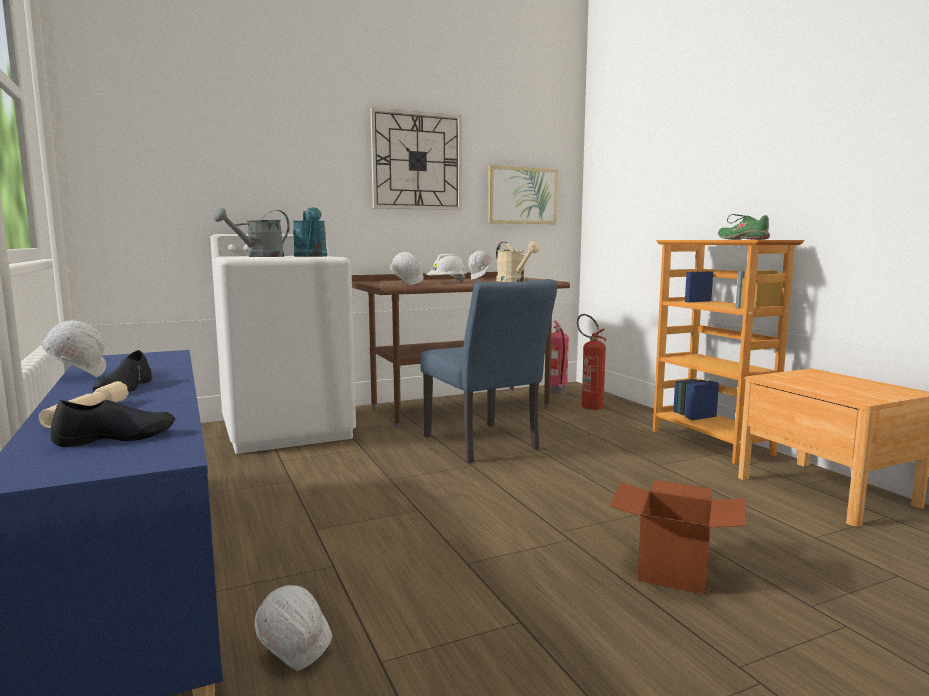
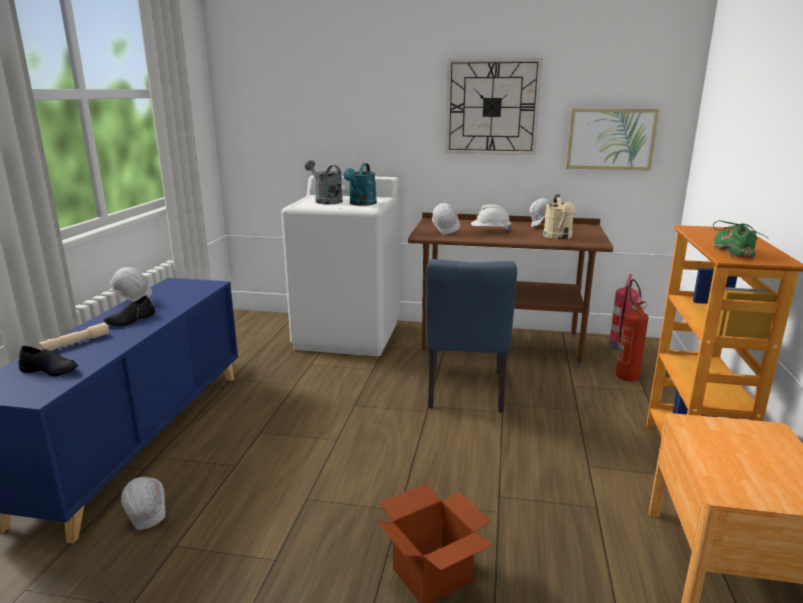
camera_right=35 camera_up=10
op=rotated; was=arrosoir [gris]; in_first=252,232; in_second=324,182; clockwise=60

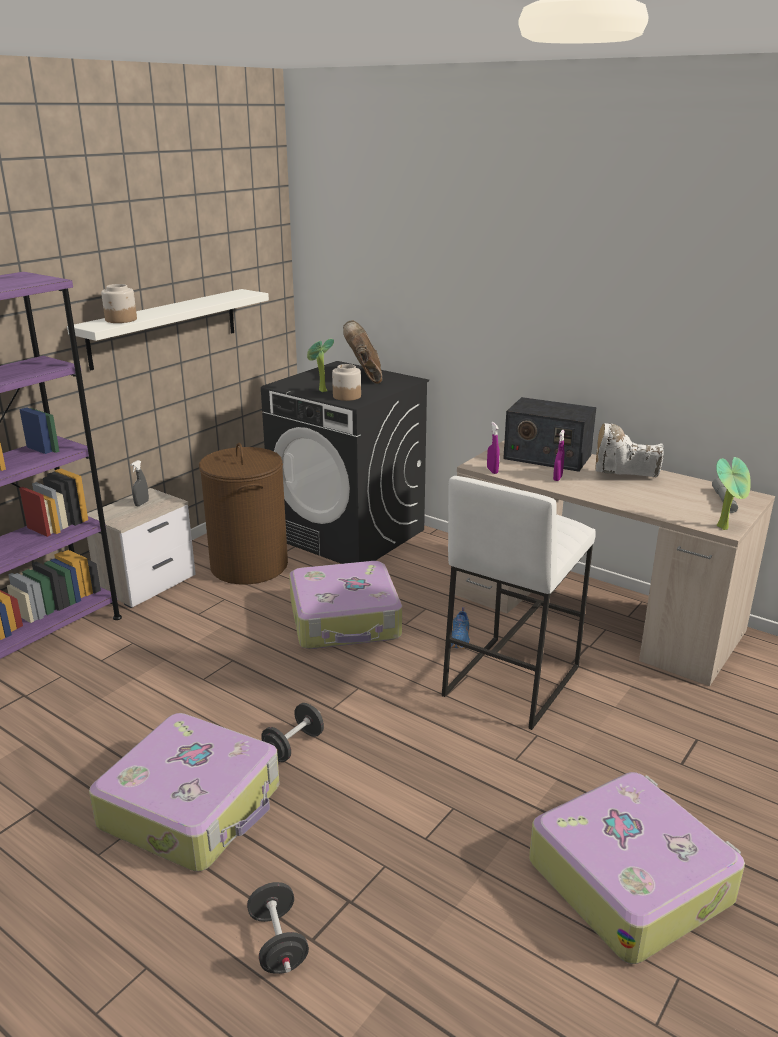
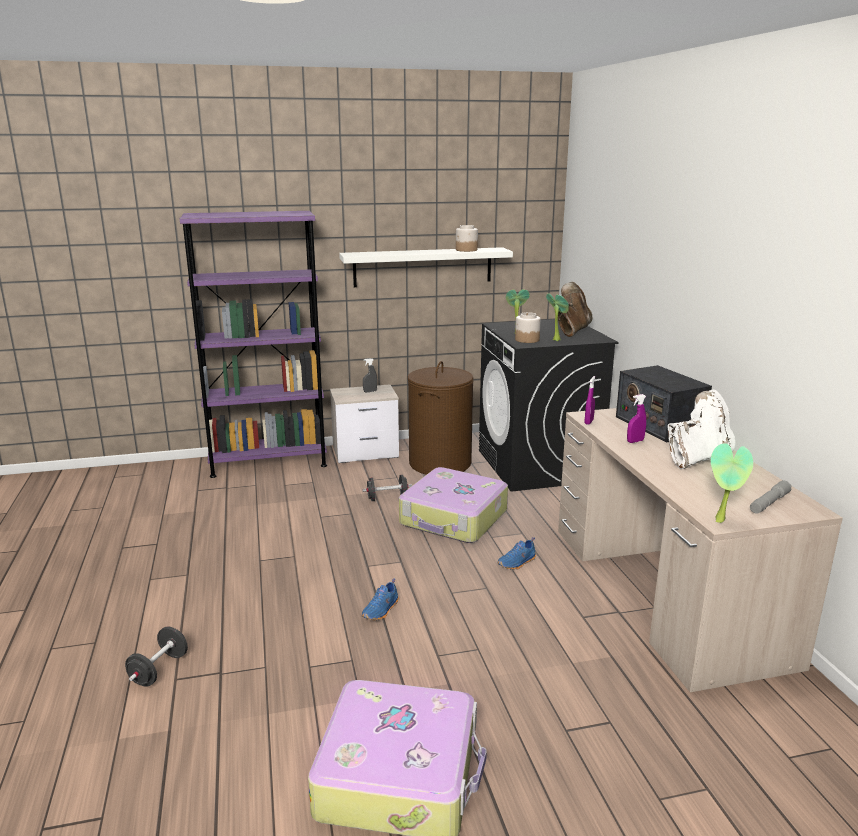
camera_right=40 camera_up=-5
op=gone; was=valise; in_first=184,792
op=shifted; was=bocal; in_first=119,303; in_second=467,238
op=shifted; was=haltère [noir]; in_first=292,732; in_second=387,488
op=gone; was=tabouret [blanc]; in_first=519,603
op=rotated; was=botte [blanc]; in_first=629,450; in_second=701,429; clockwise=105
op=new; now=chaussure [bleu]; in_second=380,599
op=new; now=plante en pot; in_second=557,317

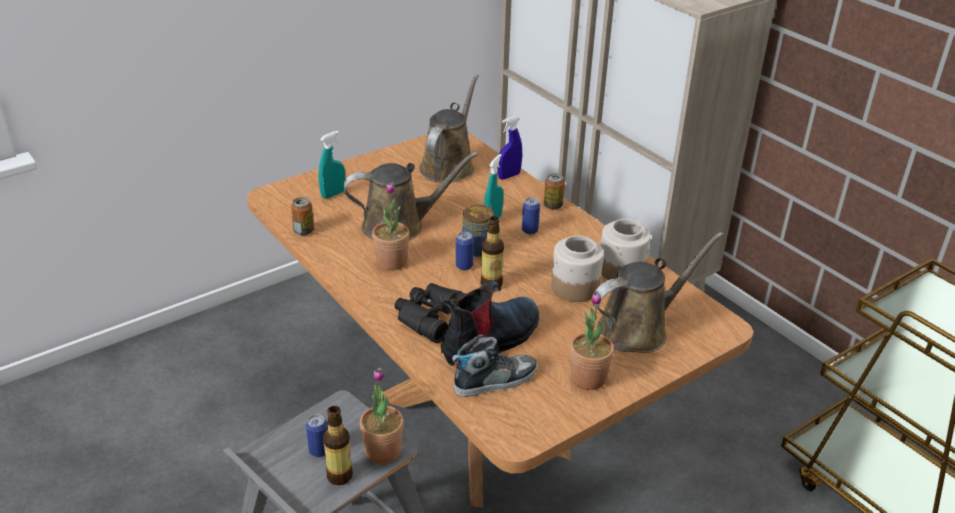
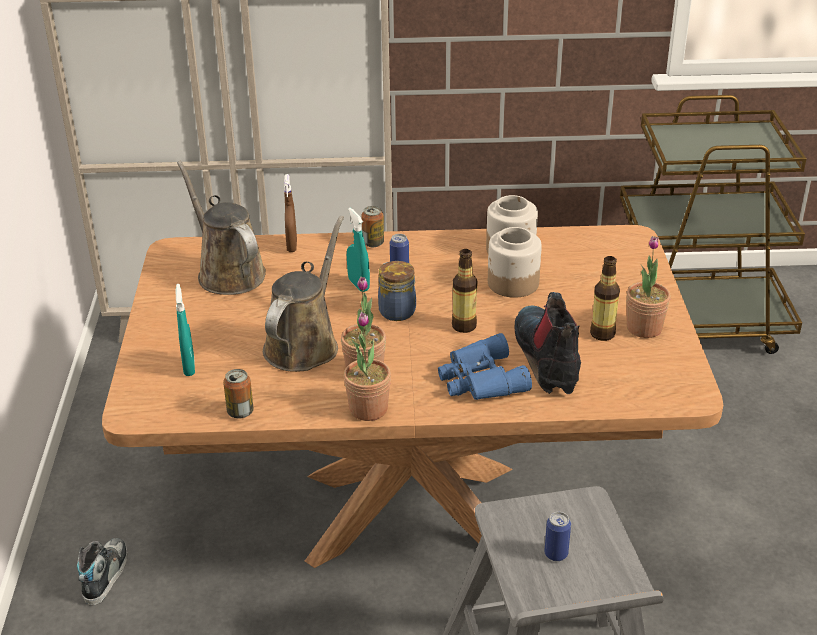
camera_right=-55 camera_up=0
op=shifted; was=bouteille; in_first=338,445; in_second=605,298
op=shifted; was=plante en pot; in_first=382,416; in_second=367,366
op=repainted; was=jumelles [noir]; now=jumelles [bleu]; in_first=430,313; in_second=485,366
op=shifted; was=chaussure; in_first=494,365; in_second=102,572
op=gone; was=boîte métallique; in_first=465,251
op=repainted; was=vaporisateur [bleu]; now=vaporisateur [marron]; in_first=510,148; in_second=290,213
op=gone; was=arrosoir [marron]; in_first=658,292

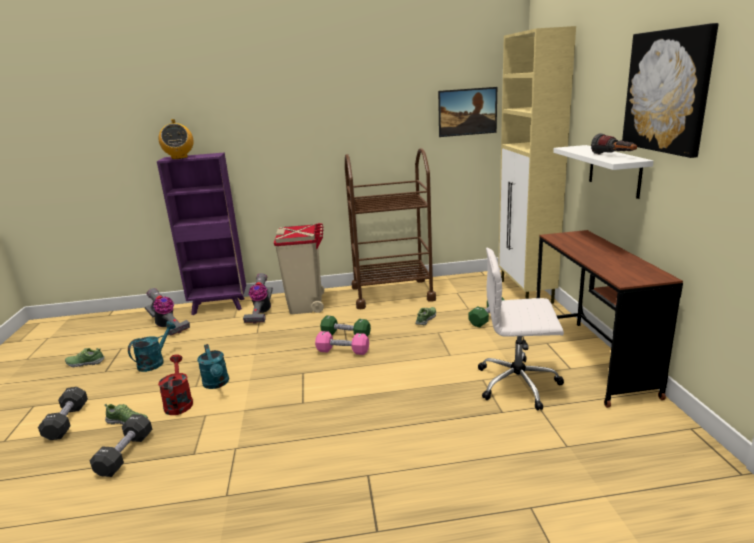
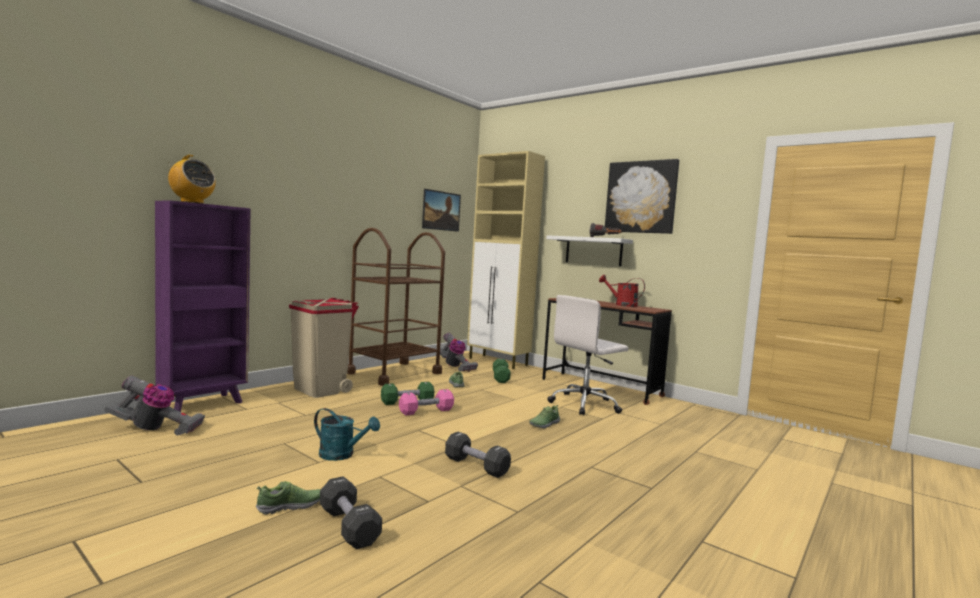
camera_right=-45 camera_up=-15
op=shifted; was=haltère [noir]; in_first=63,413; in_second=478,455
op=shifted; was=chaussure; in_first=85,357; in_second=544,416
op=gone; was=arrosoir [turquoise]; in_first=152,346
op=shifted; was=arrosoir [rouge]; in_first=175,385; in_second=622,291
op=shifted; was=aspirateur; in_first=258,298; in_second=459,352

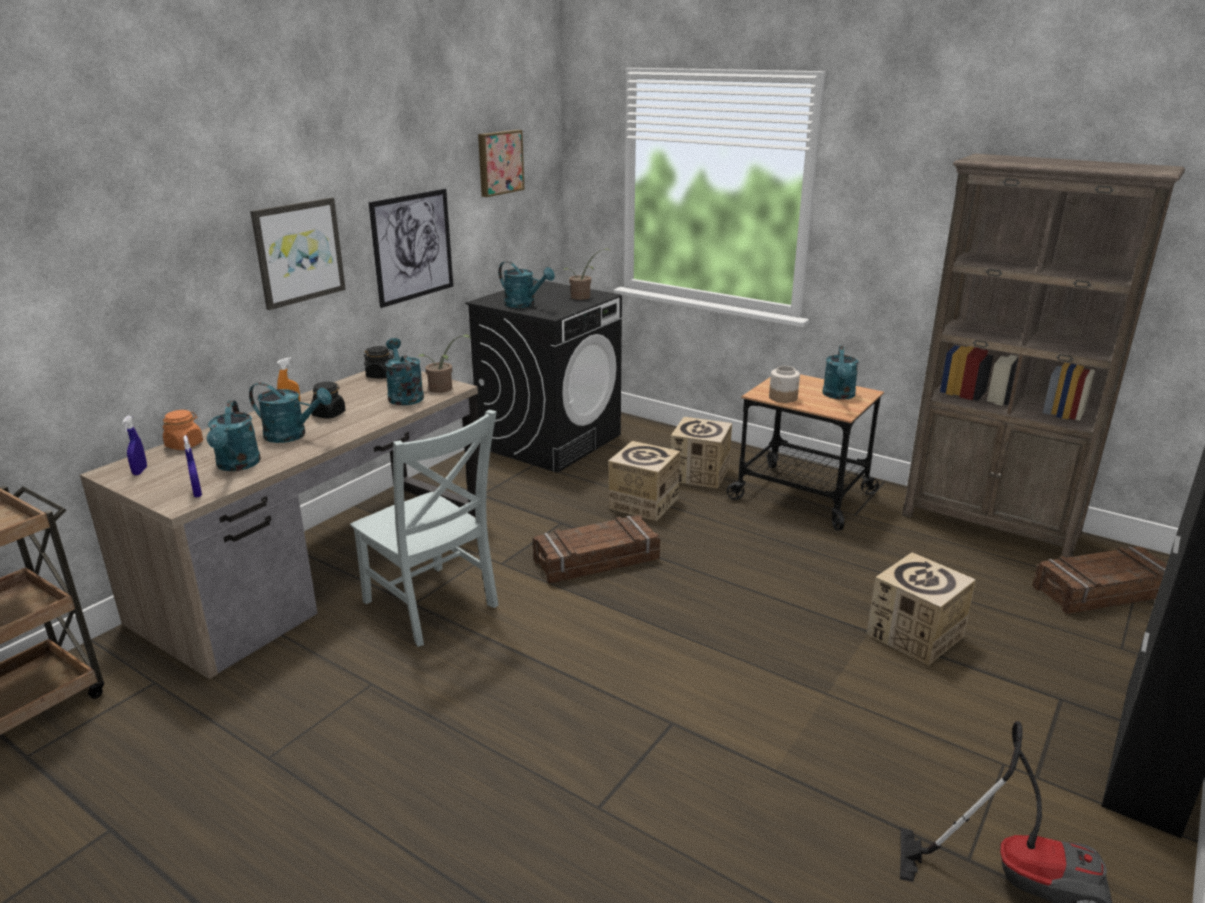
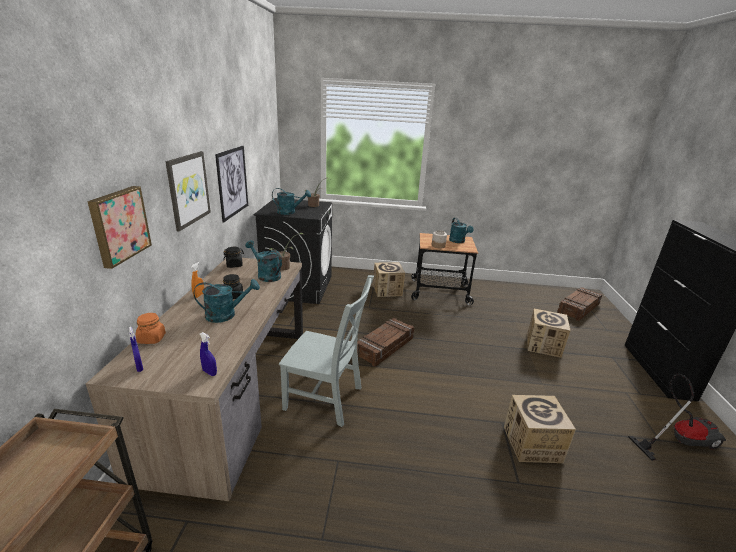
camera_right=-30 camera_up=0
op=gone; was=arrosoir [turquoise]; in_first=234,435
op=shifted; was=tableau; in_first=501,163; in_second=119,227
op=shifted; was=carton; in_first=644,481; in_second=540,429
op=gone; was=bibliothèque [marron]; in_first=1043,356

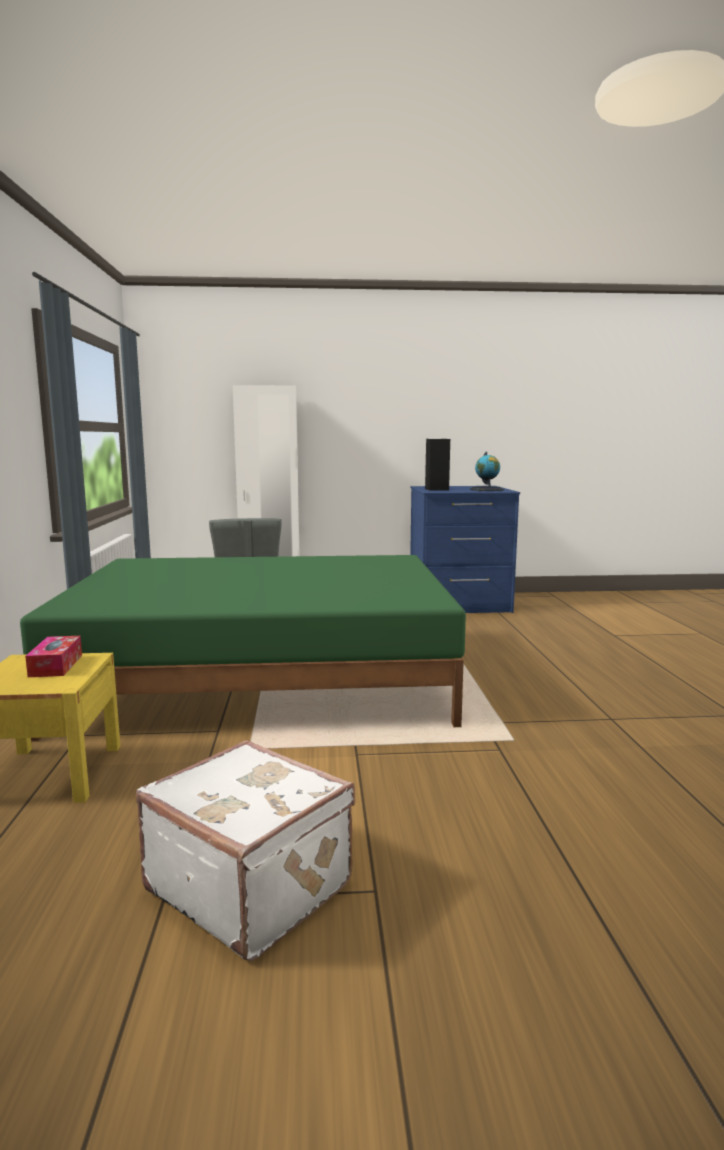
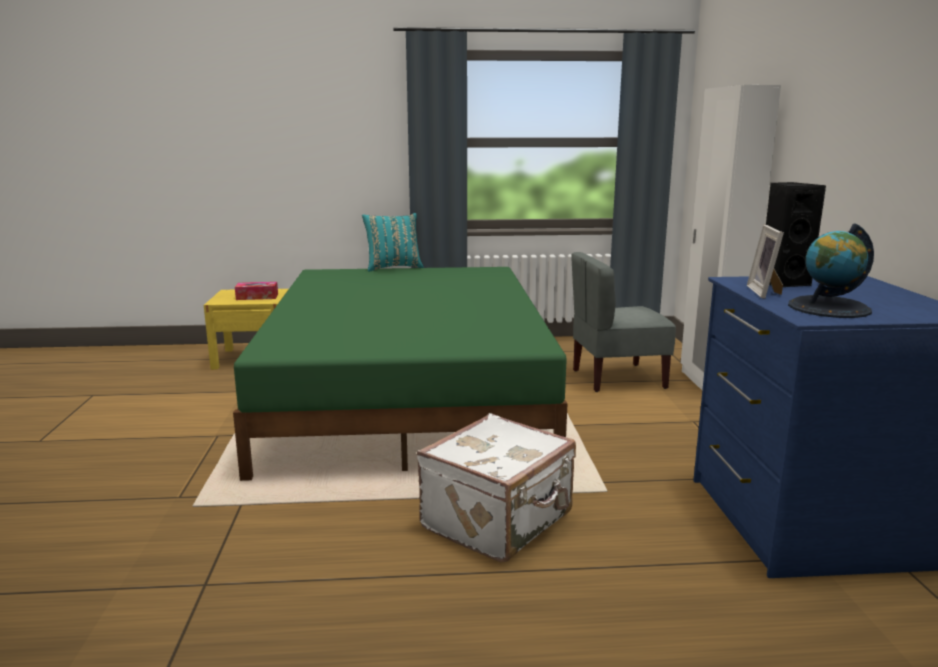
camera_right=90 camera_up=5
op=shifted; was=valise [blanc]; in_first=246,850; in_second=496,487
op=new; now=coussin [turquoise]; in_second=393,242
op=new; now=cadre photo; in_second=765,262

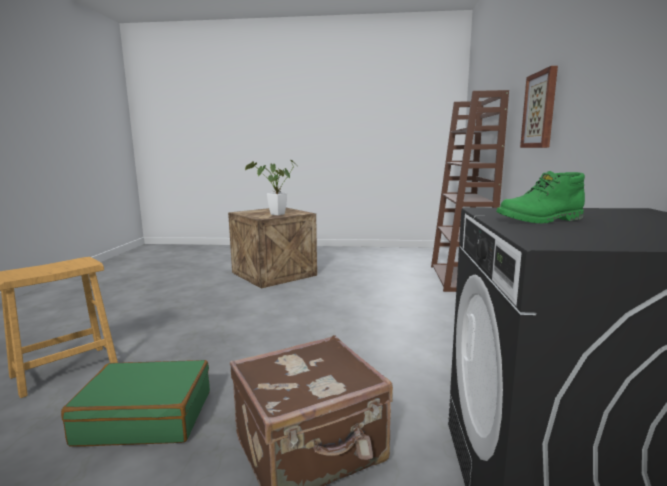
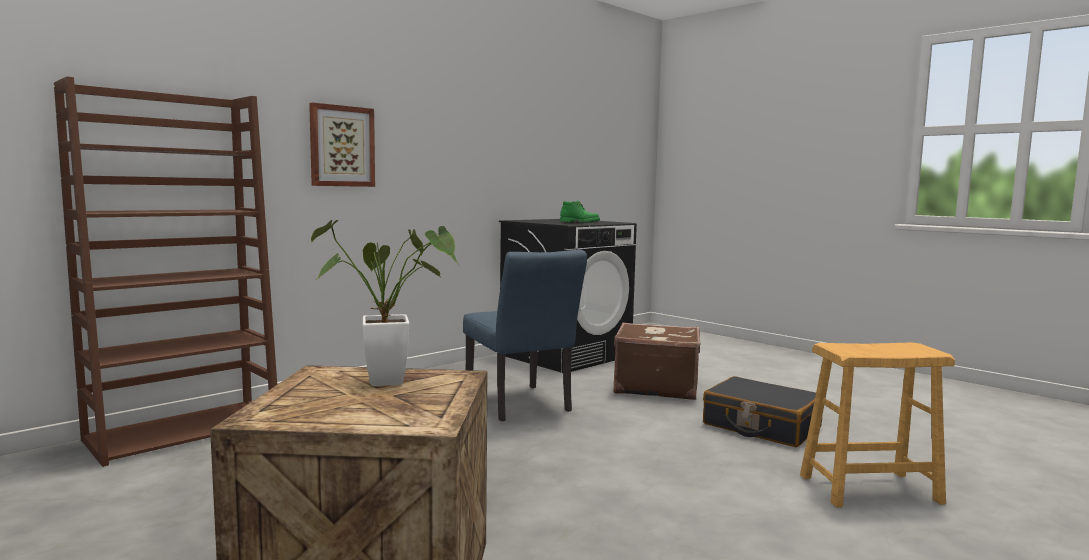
camera_right=-140 camera_up=-5
op=repainted; was=valise [vert]; now=valise [noir]; in_first=135,403; in_second=762,411
op=new; now=chaise [bleu]; in_second=525,335

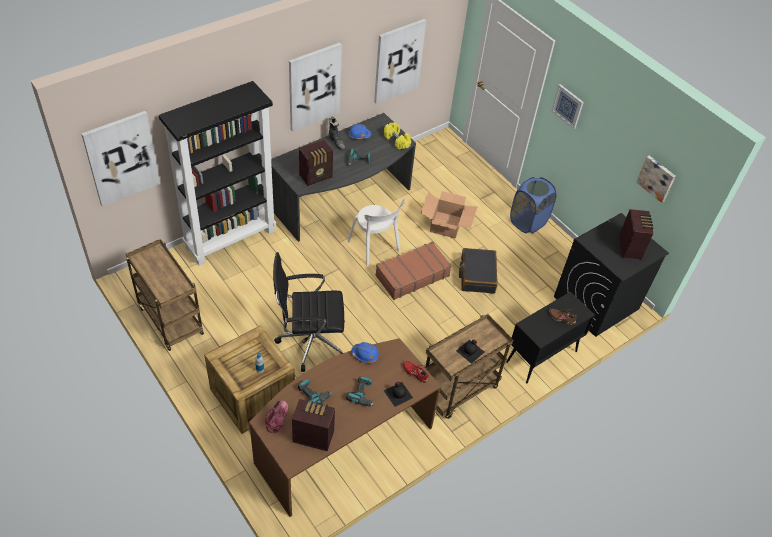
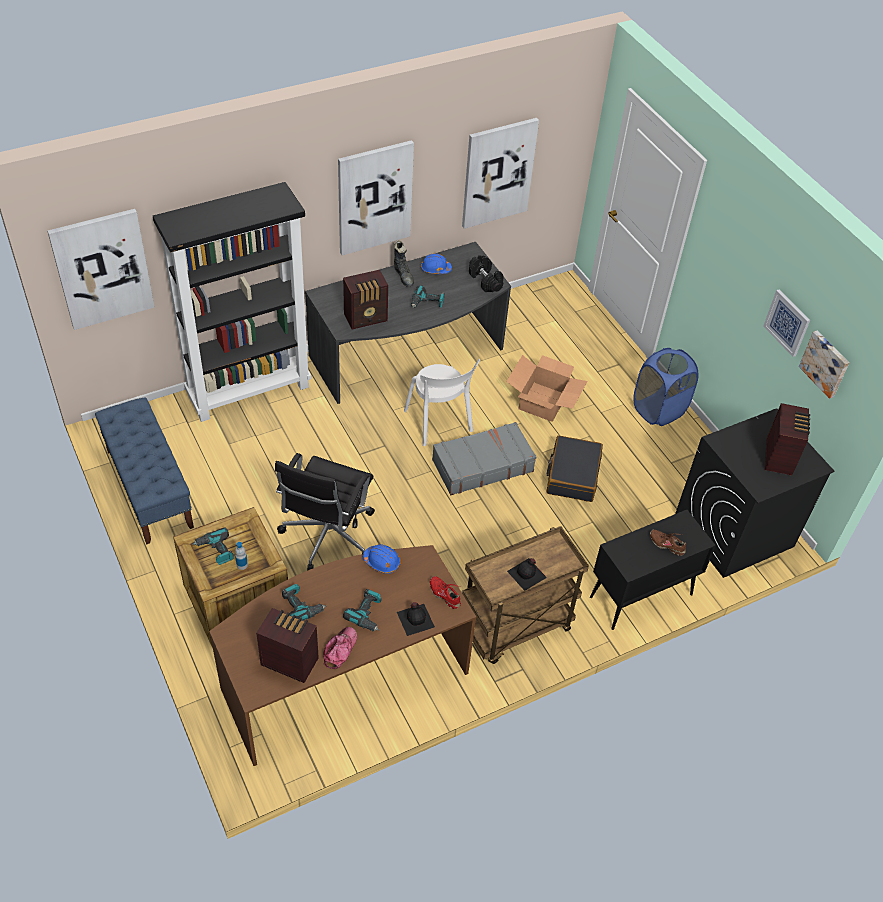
camera_right=10 camera_up=0
op=swapped; was=chariot [marron]; now=banc [bleu]; in_first=165,295; in_second=144,471
op=shifted; was=casquette; in_first=276,416; in_second=340,648
op=rotated; was=chaise de bureau [noir]; in_first=309,312; in_second=325,512; clockwise=-75
op=repainted; was=valise [marron]; now=valise [gris]; in_first=413,271; in_second=484,458
op=repainted; was=haltère [jaune]; now=haltère [noir]; in_first=397,136; in_second=486,273
op=shifted; was=tableau; in_first=567,106; in_second=786,323
op=new; now=perceuse; in_second=213,546

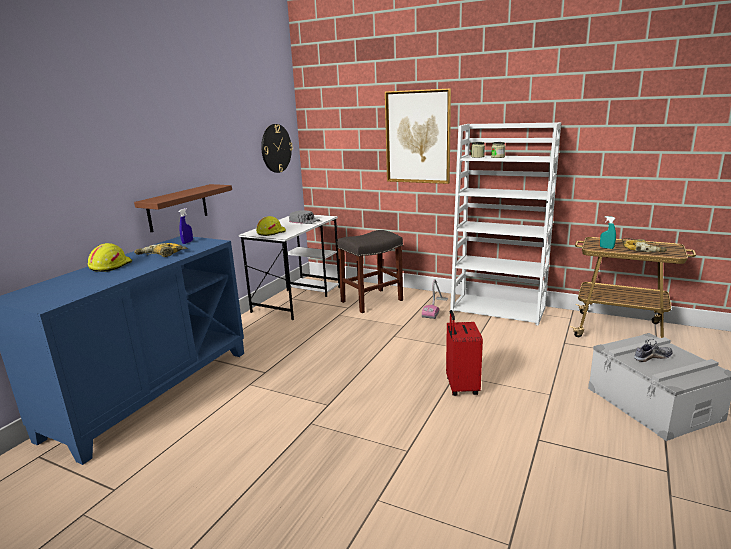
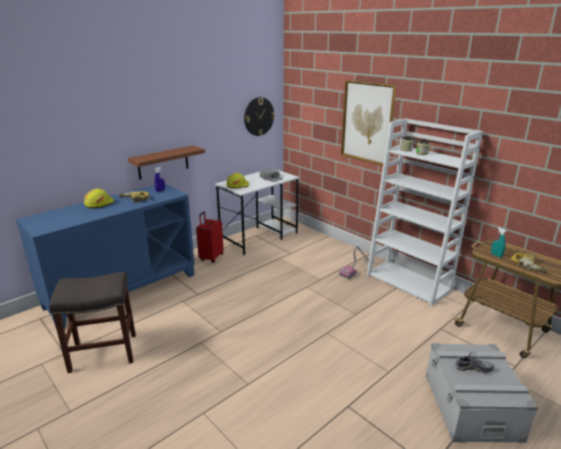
camera_right=20 camera_up=5
op=shifted; was=tabouret [gris]; in_first=370,271; in_second=92,322
op=shifted; was=valise [rouge]; in_first=464,353; in_second=210,237

